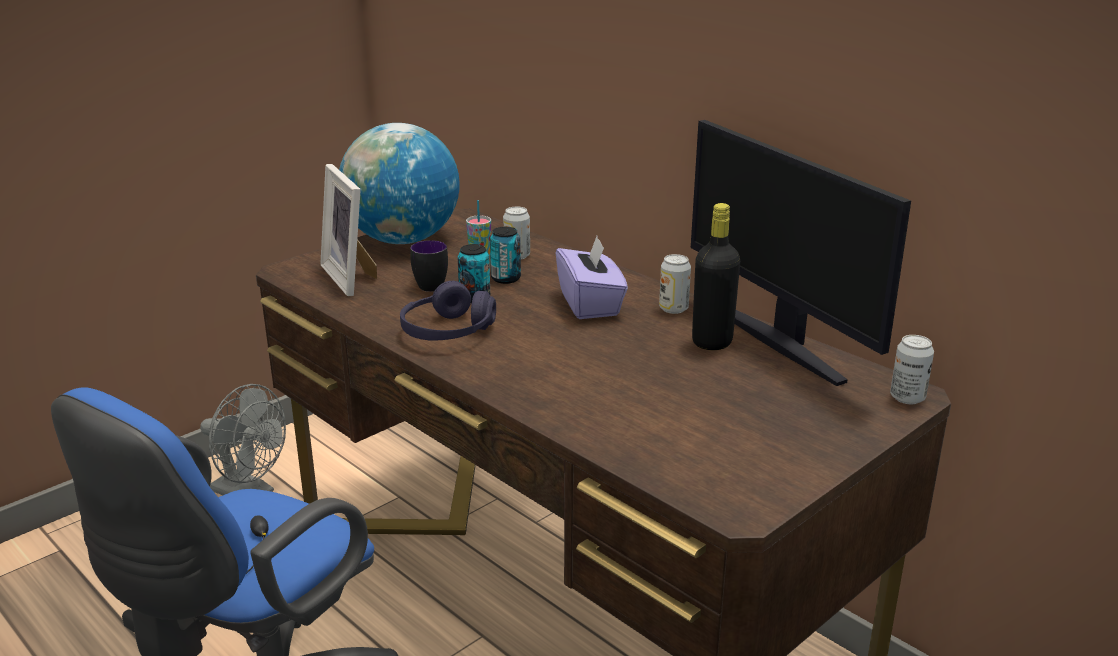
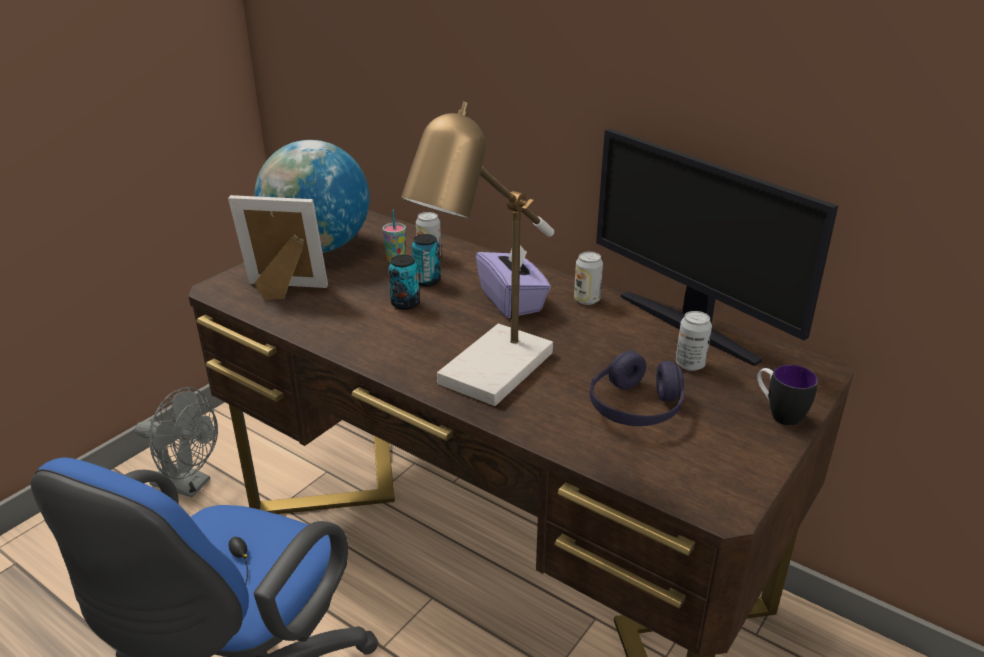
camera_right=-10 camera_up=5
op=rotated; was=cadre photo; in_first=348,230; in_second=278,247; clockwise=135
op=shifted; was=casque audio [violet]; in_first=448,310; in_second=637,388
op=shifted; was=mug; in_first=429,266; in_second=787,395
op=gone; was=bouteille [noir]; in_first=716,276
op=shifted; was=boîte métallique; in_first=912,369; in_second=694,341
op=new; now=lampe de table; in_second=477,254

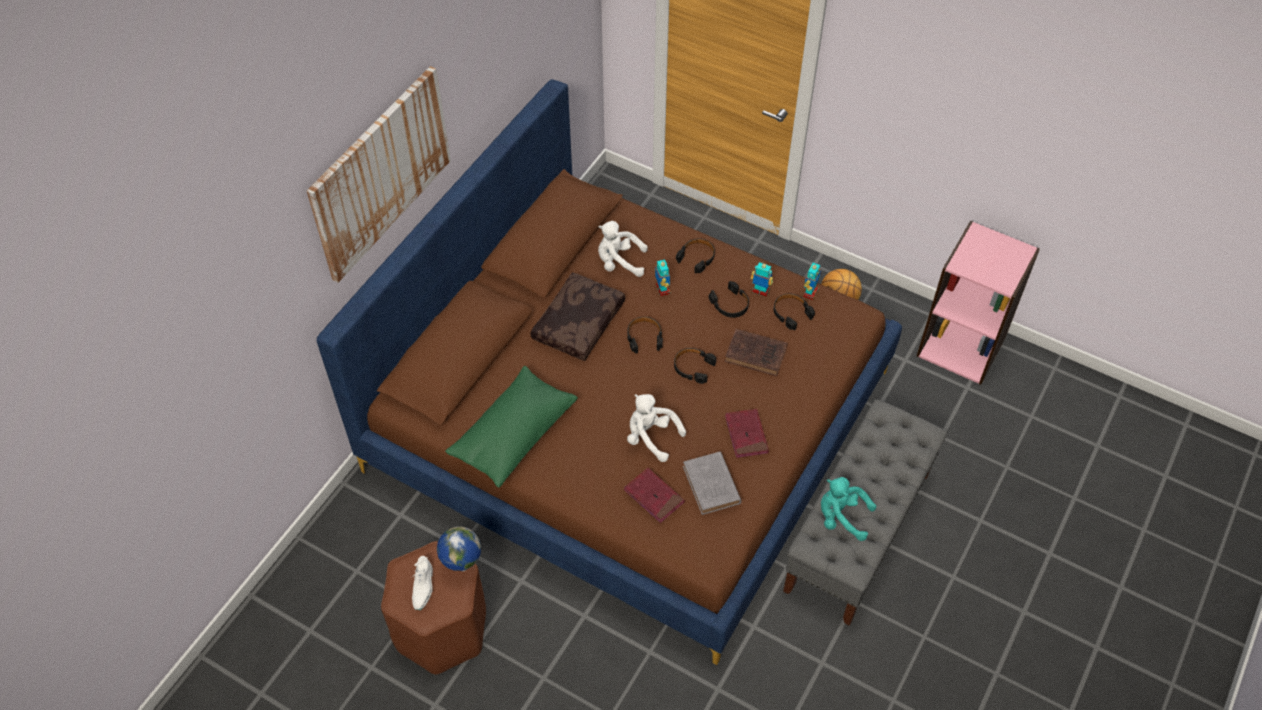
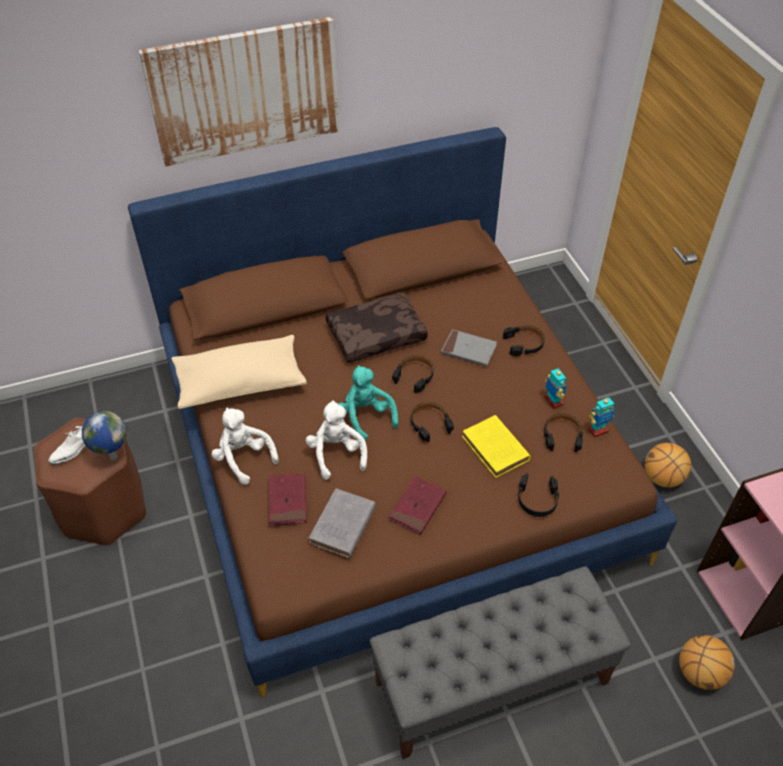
camera_right=40 camera_up=-5
op=repainted; was=coussin [vert]; now=coussin [beige]; in_first=511,427; in_second=239,372
op=shifted; was=peluche [blanc]; in_first=623,249; in_second=245,446
op=swapped; was=robot jouet; now=livre [gris]; in_first=662,277; in_second=469,348
op=shifted; was=casque audio [noir]; in_first=729,299; in_second=538,495
op=repainted; was=livre [marron]; now=livre [jaune]; in_first=756,352; in_second=496,446
op=shifted; was=peluche [turquoise]; in_first=848,509; in_second=368,403
op=new; now=ballon de basket; in_second=707,662

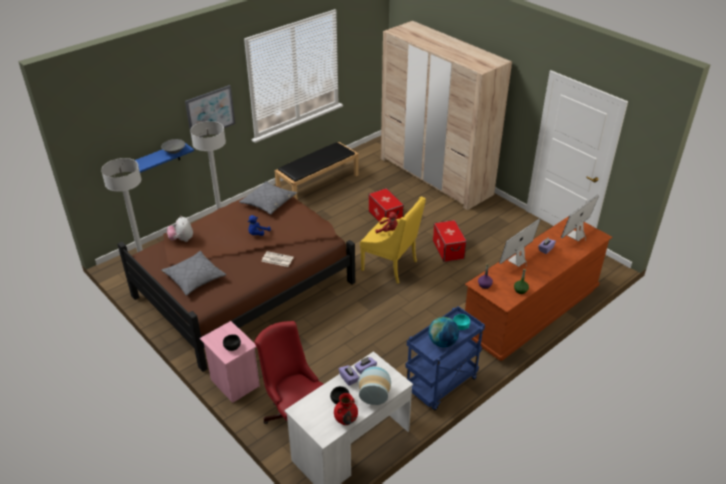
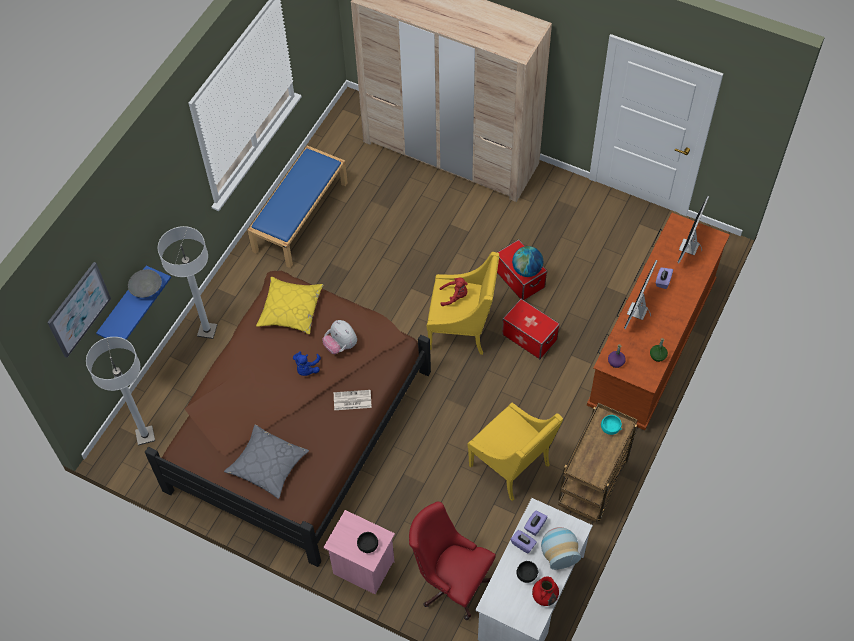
camera_right=-20 camera_up=20
op=shifted; was=peluche; in_first=180,229; in_second=339,337
op=shifted; was=tableau; in_first=210,112; in_second=79,310
op=repainted; was=coussin [gris]; now=coussin [jaune]; in_first=268,198; in_second=290,305
op=repainted; was=banc [noir]; now=banc [bleu]; in_first=316,171; in_second=297,207
op=shifted; was=boîte de rangement; in_first=386,205; in_second=531,329
op=repainted; was=chariot [bleu]; now=chariot [marron]; in_first=445,358; in_second=598,462
op=shifted; was=globe; in_first=444,332; in_second=527,261
op=new; now=fauteuil [jaune]; in_second=515,452

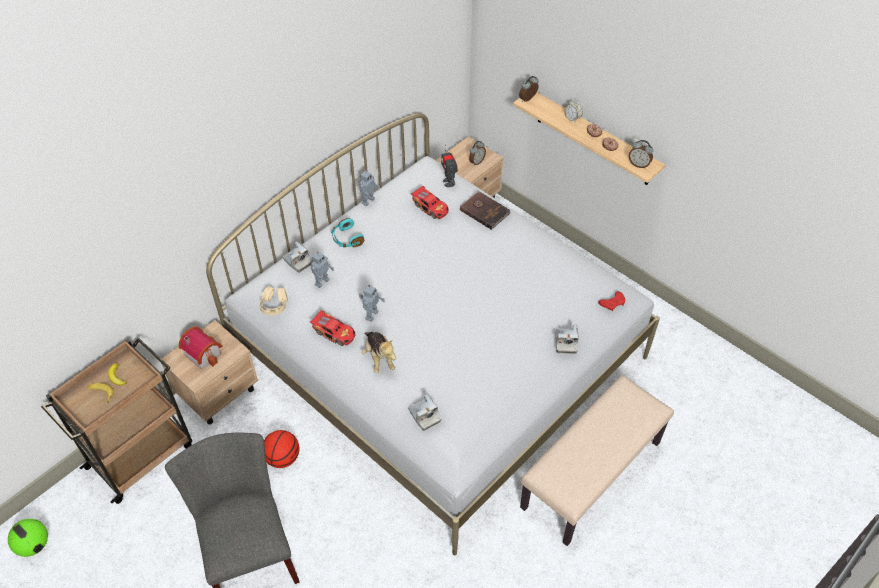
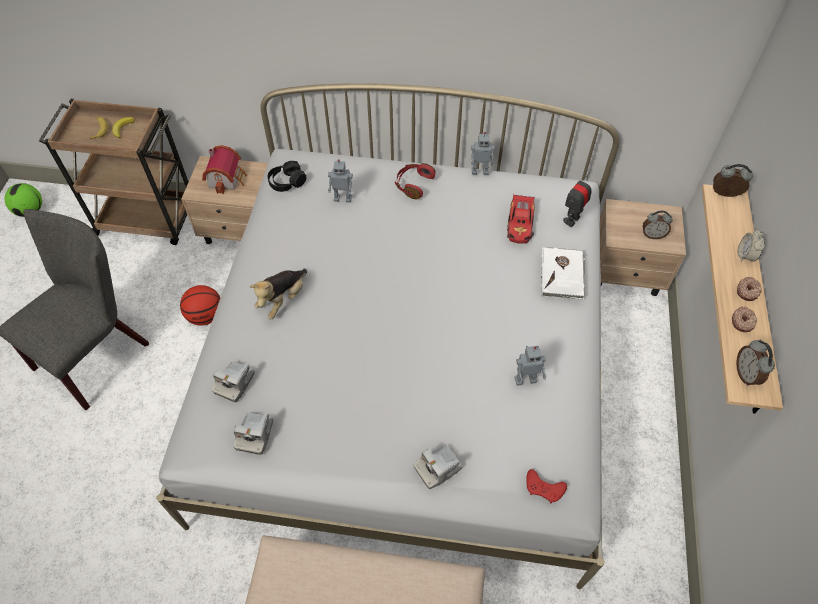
camera_right=55 camera_up=5
op=repainted; was=casque audio [beige]; now=casque audio [noir]; in_first=273,300; in_second=287,176
op=shifted; was=appareil photo; in_first=298,257; in_second=253,433
op=gone; was=petite voiture; in_first=332,327
op=repainted; was=casque audio [turquoise]; now=casque audio [rouge]; in_first=347,232; in_second=415,181
op=shifted; was=robot jouet; in_first=372,303; in_second=530,366
op=repainted; was=livre [marron]; now=livre [blanc]; in_first=485,210; in_second=563,273

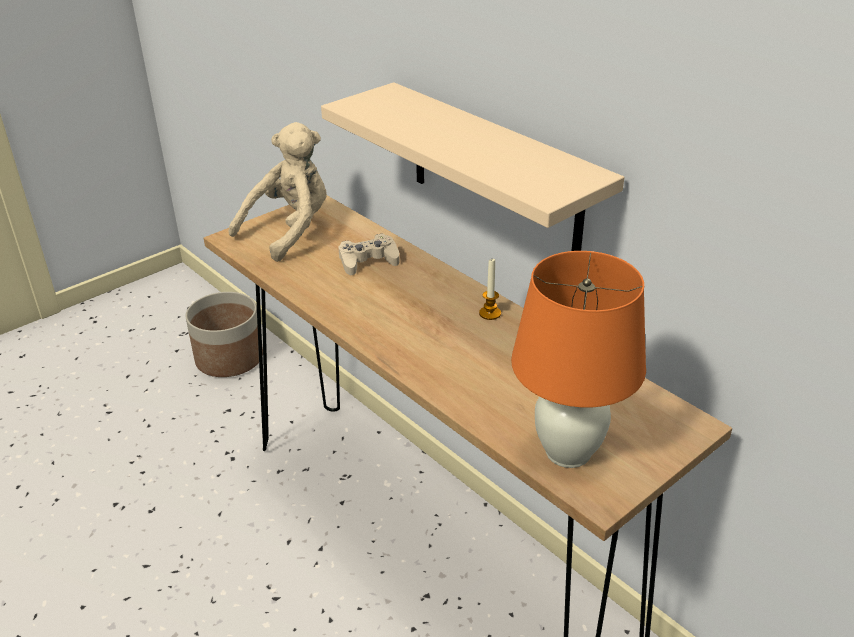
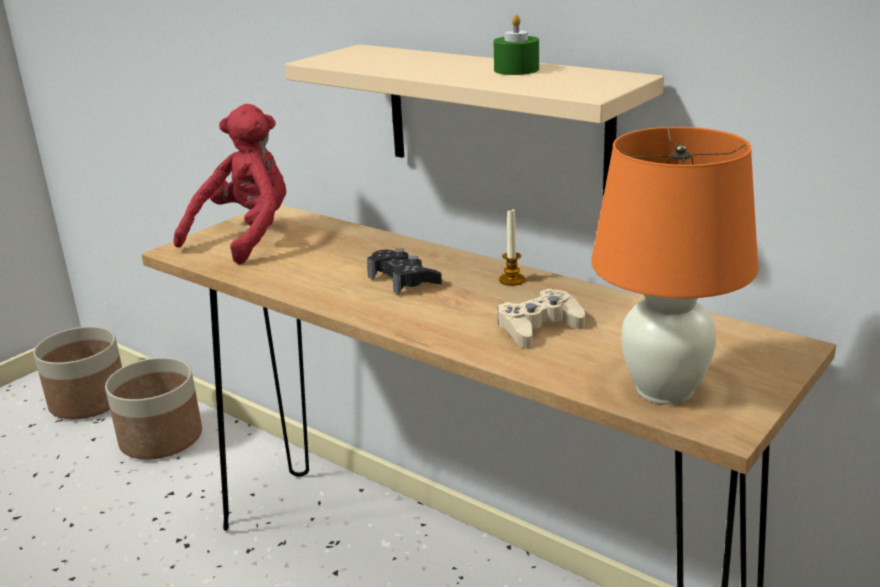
camera_right=-10 camera_up=-10
op=repainted; was=peluche [beige]; now=peluche [rouge]; in_first=278,192; in_second=229,184
op=shifted; was=manette [beige]; in_first=369,254; in_second=541,318
op=new; now=cache-pot; in_second=78,372
op=new; now=manette [noir]; in_second=404,271
op=new; now=bougie [vert]; in_second=516,44

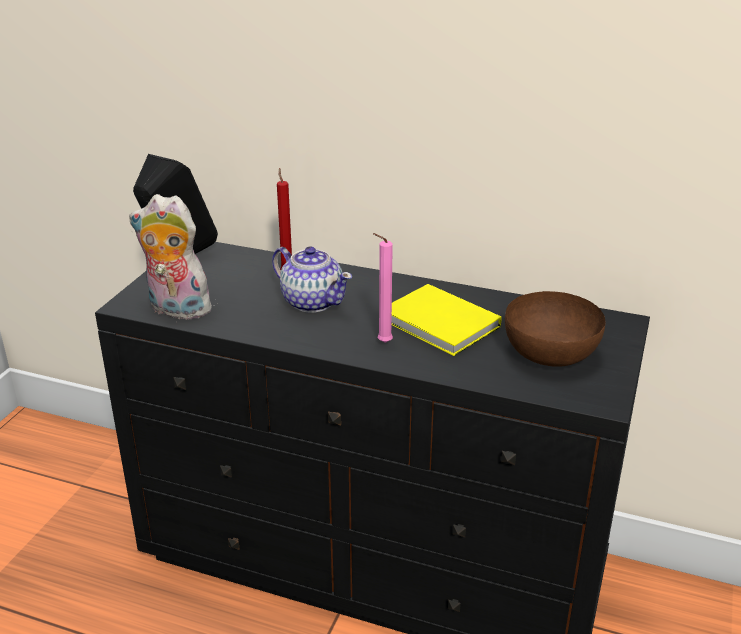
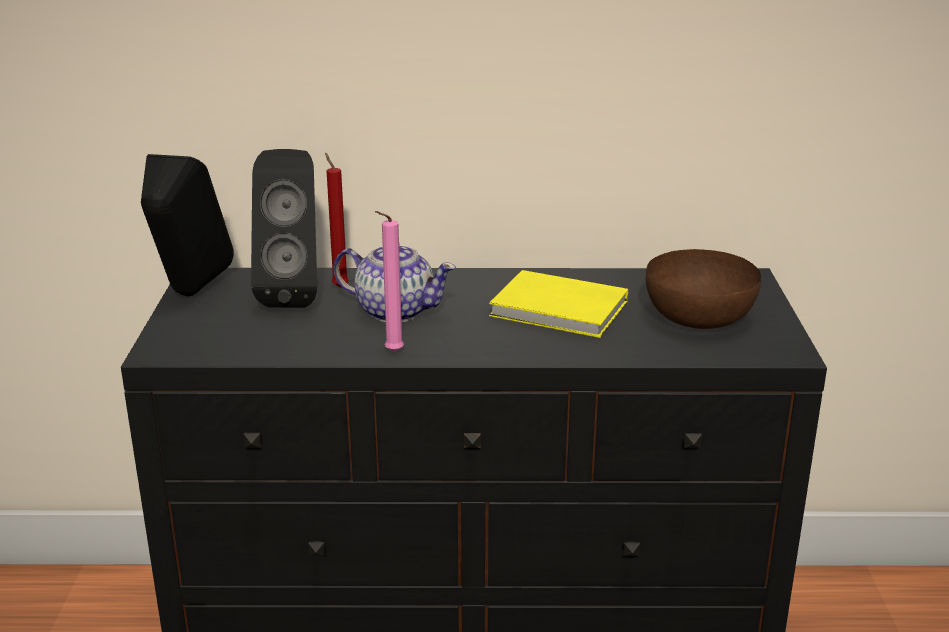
camera_right=-20 camera_up=-5
op=gone; was=peluche; in_first=174,257
op=shifted; was=bougie [rose]; in_first=383,288; in_second=389,281
op=new; now=enceinte [noir]; in_second=284,228

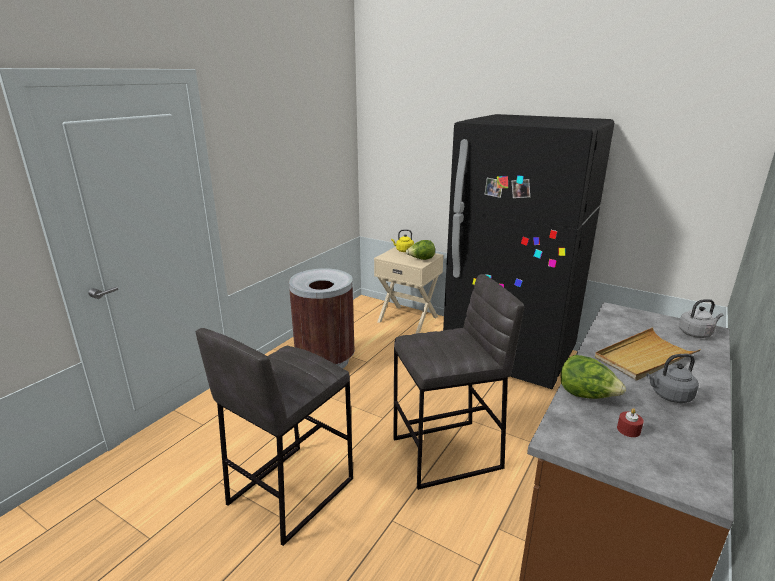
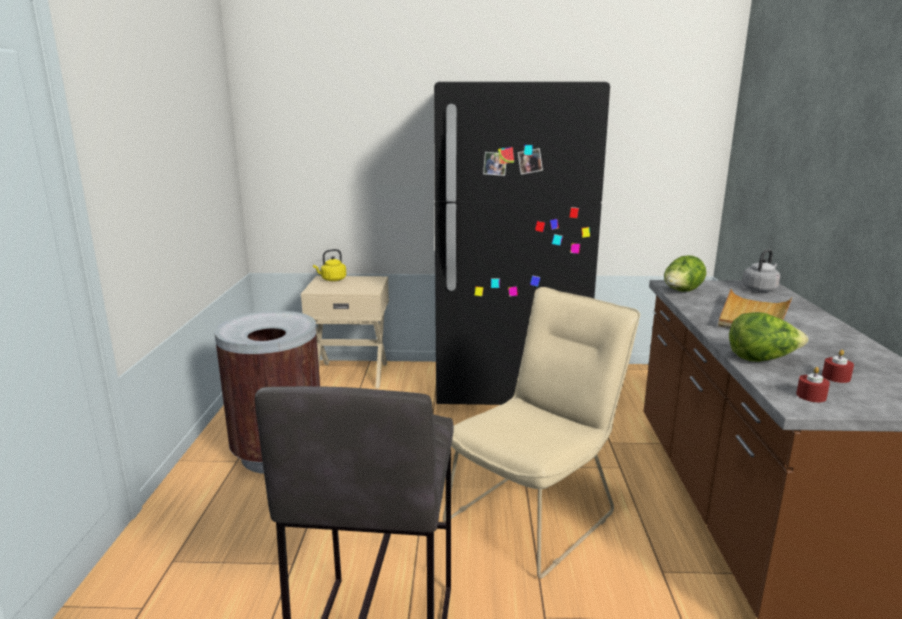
camera_right=-30 camera_up=-5
op=swapped; was=tabouret [gris]; now=chaise [beige]; in_first=458,382; in_second=541,433
op=shifted; was=laitue; in_first=420,250; in_second=685,273
op=gone; was=bouilloire [gris]; in_first=672,378
op=new; now=bougie [rouge]; in_second=813,384

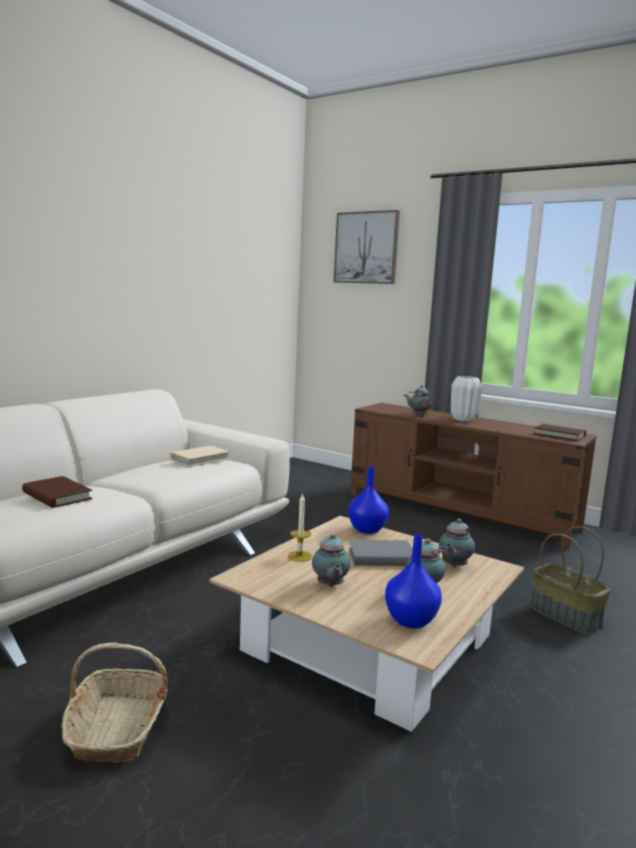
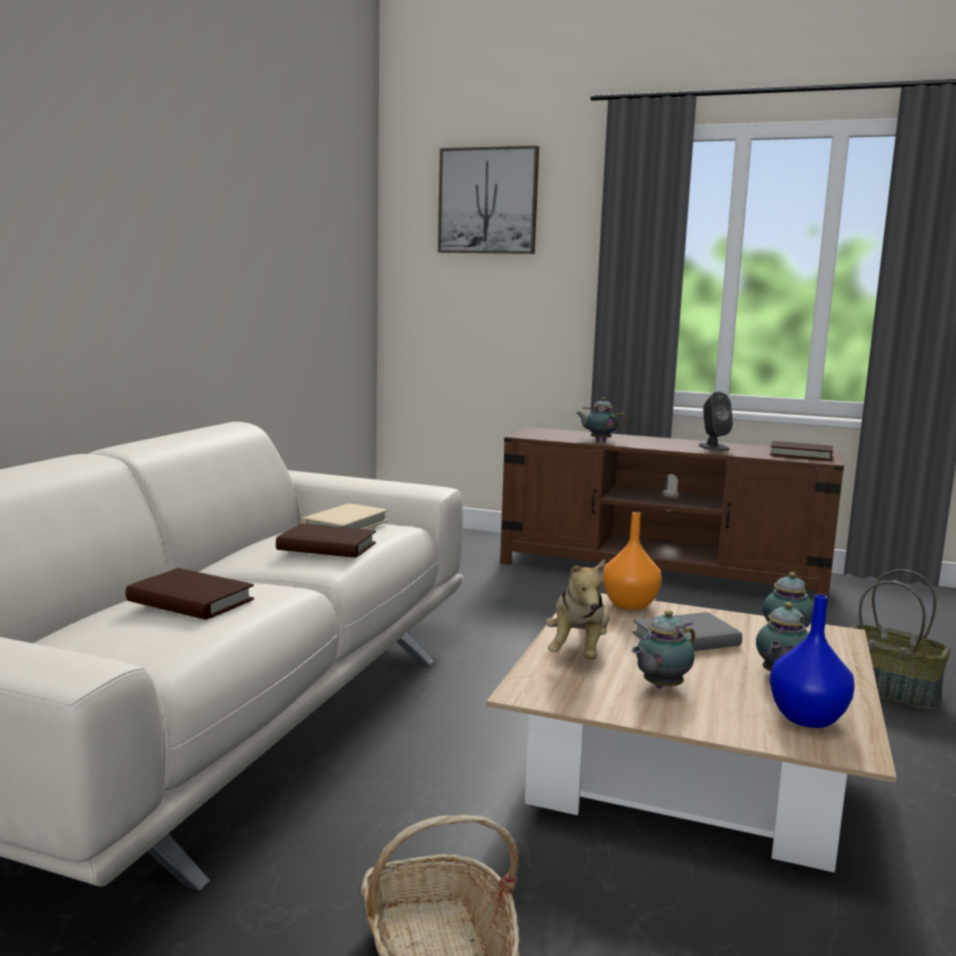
camera_right=-15 camera_up=0
op=swapped; was=bougie; now=peluche; in_first=300,527; in_second=578,609
op=rotated; was=théière; in_first=331,560; in_second=663,649; clockwise=75
op=repainted; was=vase [bleu]; now=vase [orange]; in_first=368,500; in_second=632,561
op=gone; was=vase [blanc]; in_first=466,398
op=new; now=livre [marron]; in_second=326,540
op=new; now=enceinte [gris]; in_second=716,421

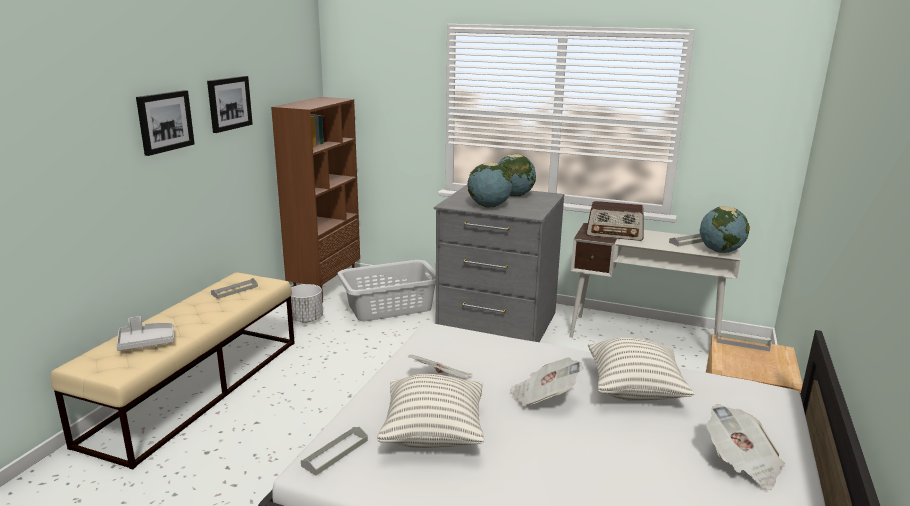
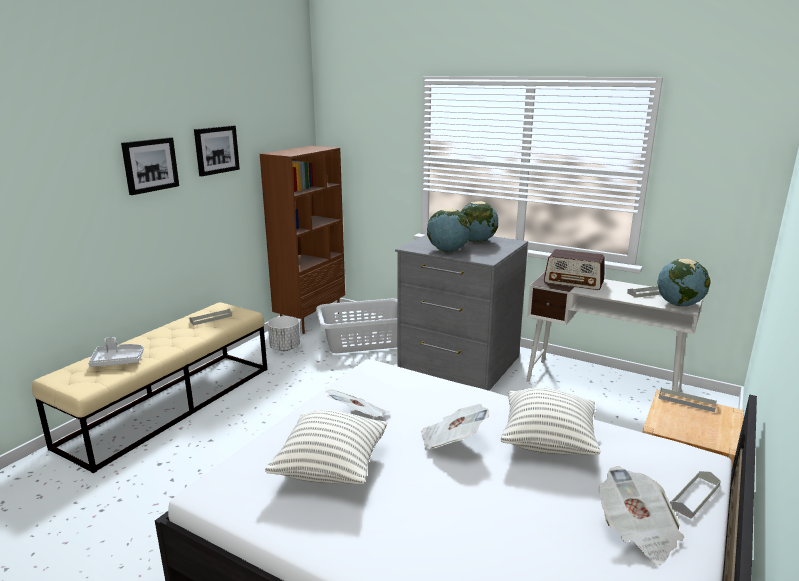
camera_right=10 camera_up=0
op=shifted; was=plateau [gris]; in_first=334,451; in_second=695,495

